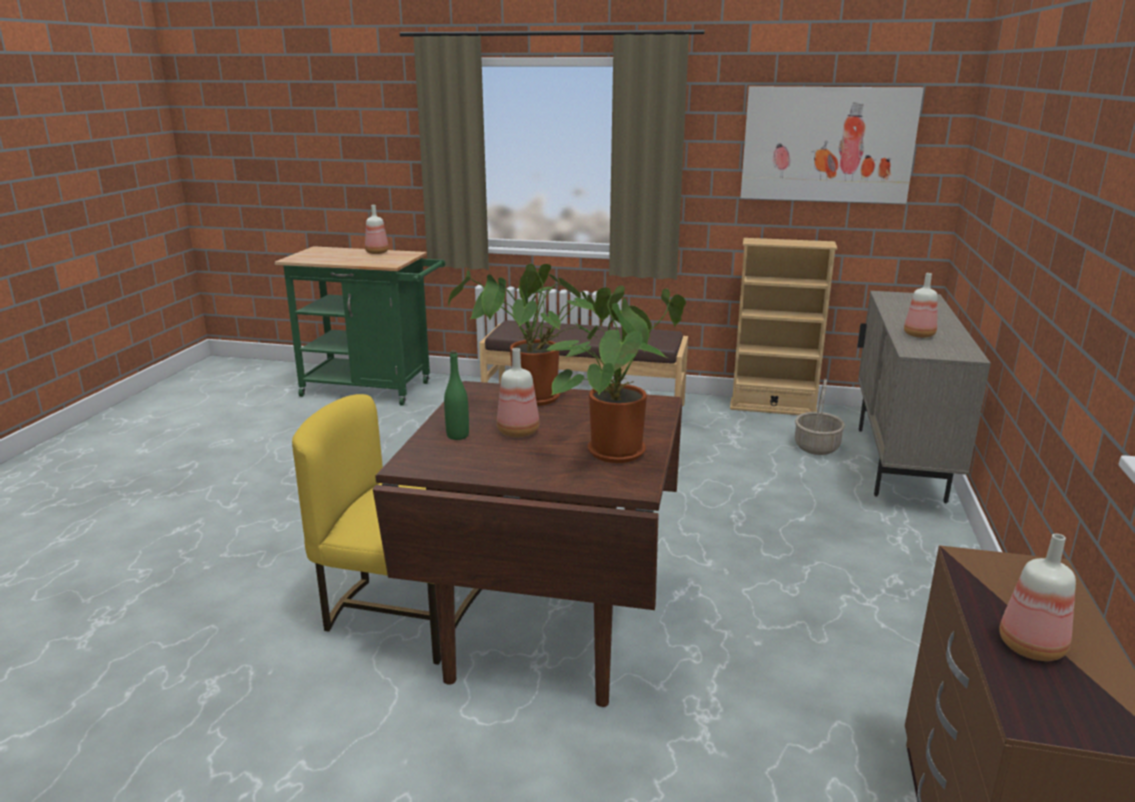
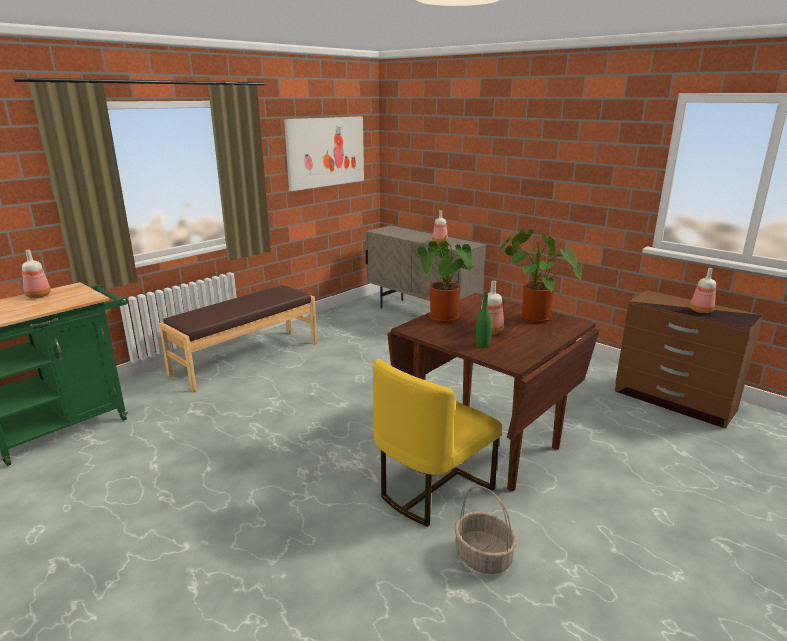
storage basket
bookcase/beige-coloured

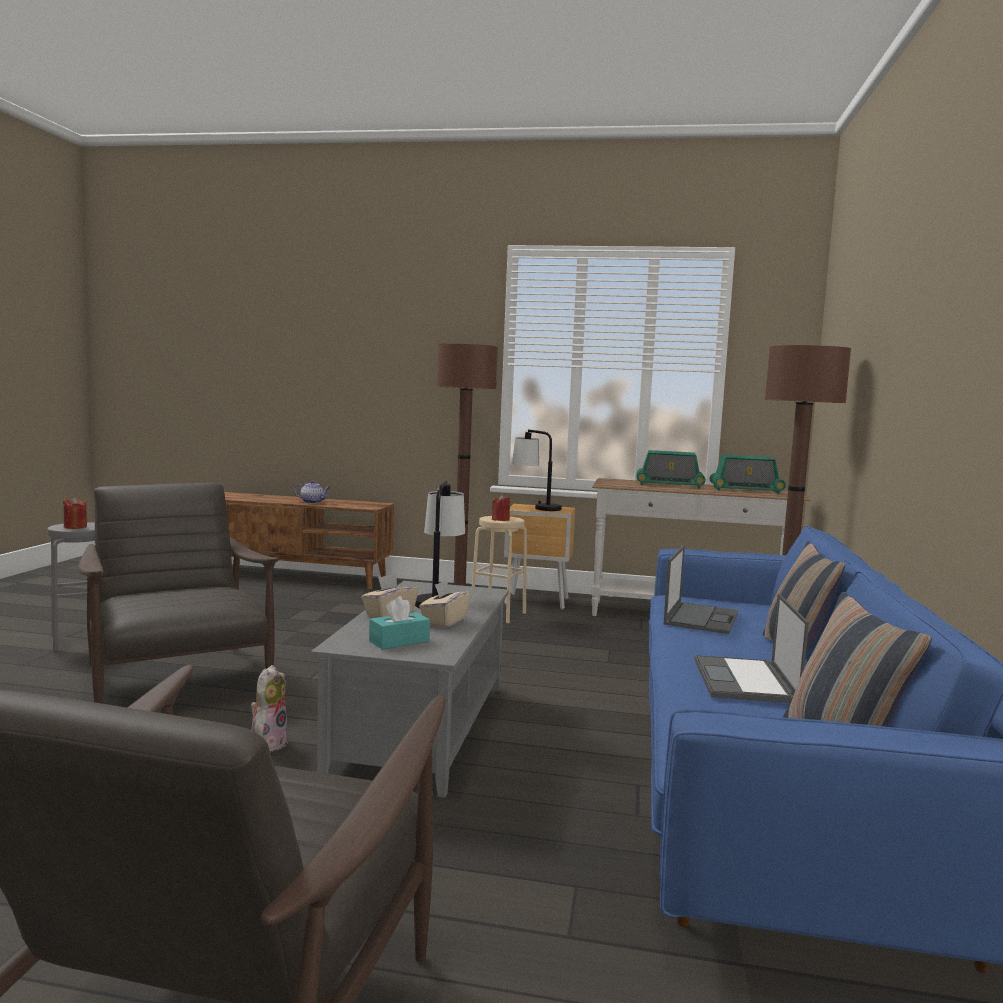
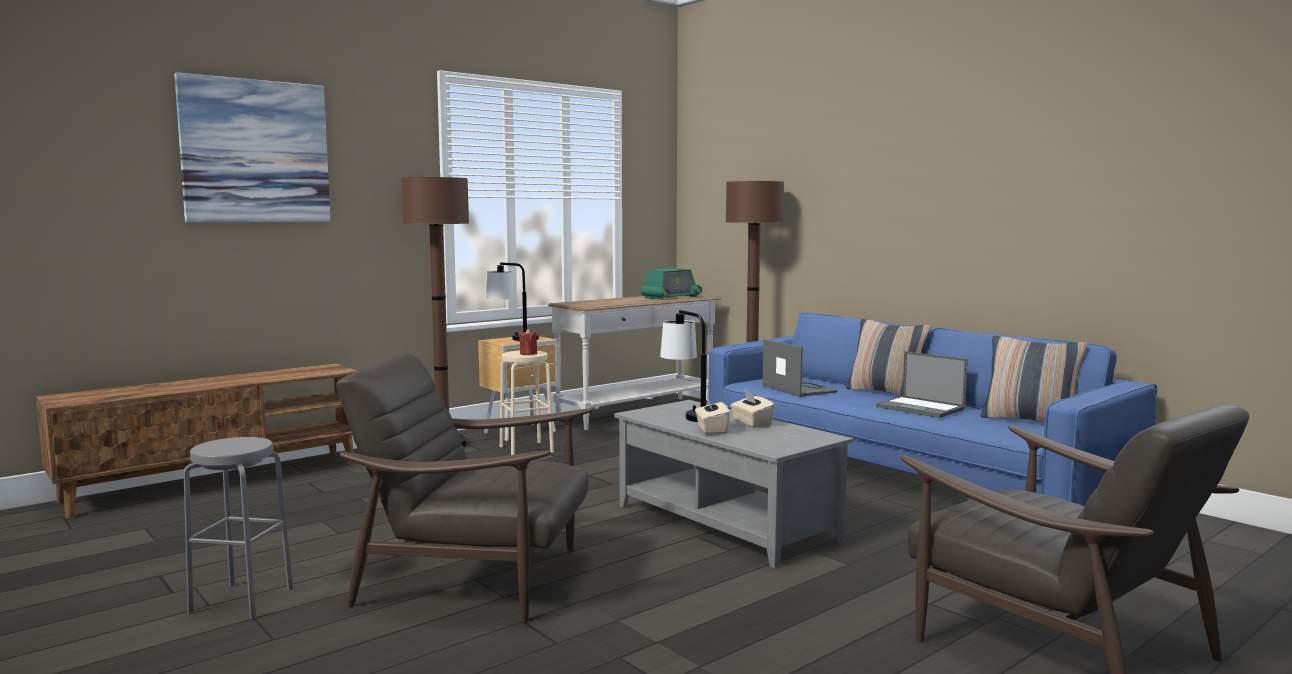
wall picture
wax candle/reddish (no. 1 from left in the first image)
plush toy
teapot
tissue box/turquoise-coloured
radio (no. 1 from left in the first image)

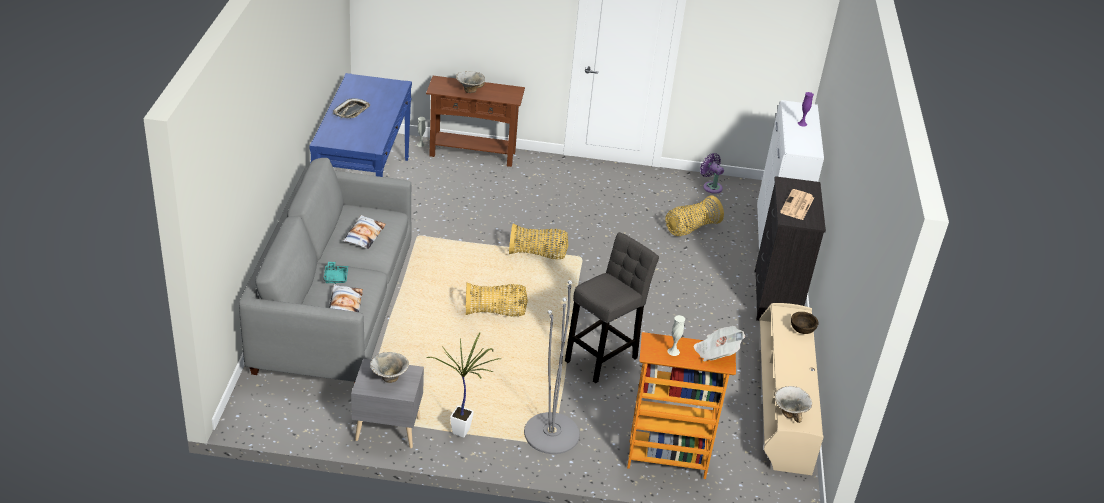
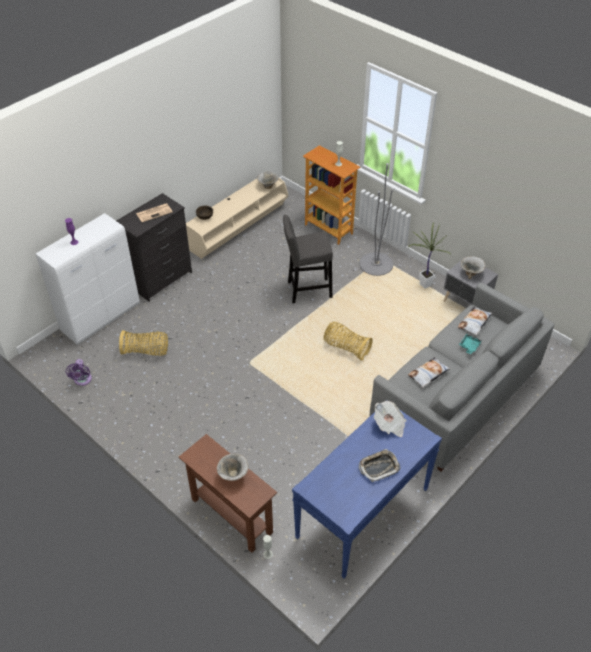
printed paper (no. 2 from left)
storage basket (no. 2 from left in the first image)

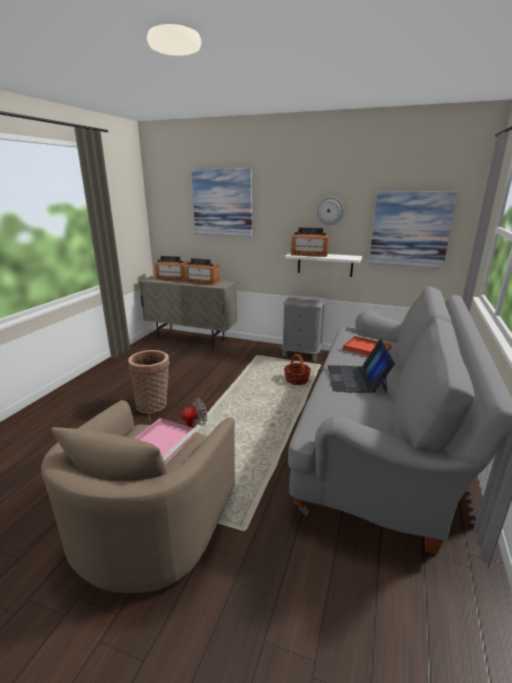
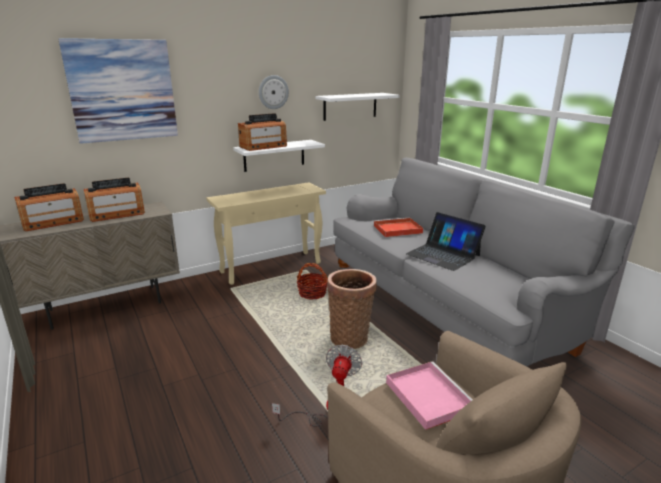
narrow table/beige-coloured
wall shelf/whitish (no. 2 from left)
storage basket (no. 2 from left)

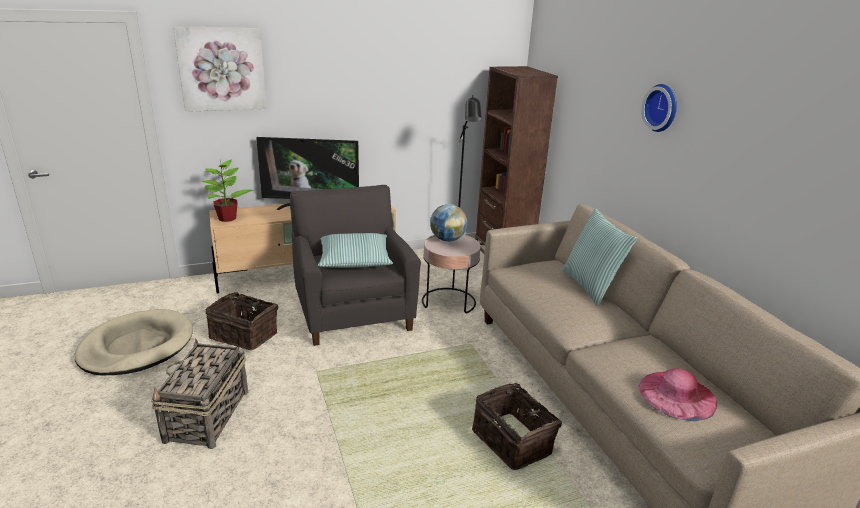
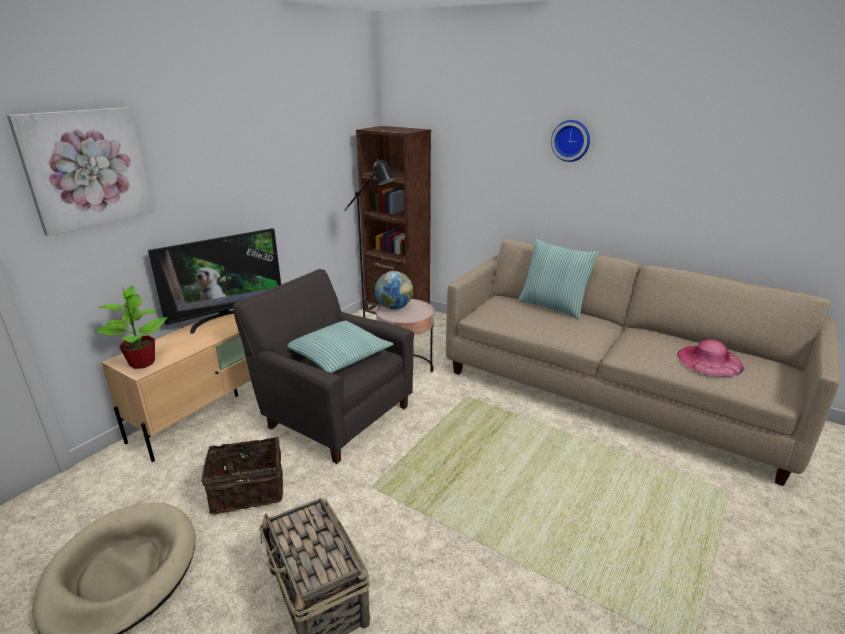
storage basket (no. 3 from left in the first image)

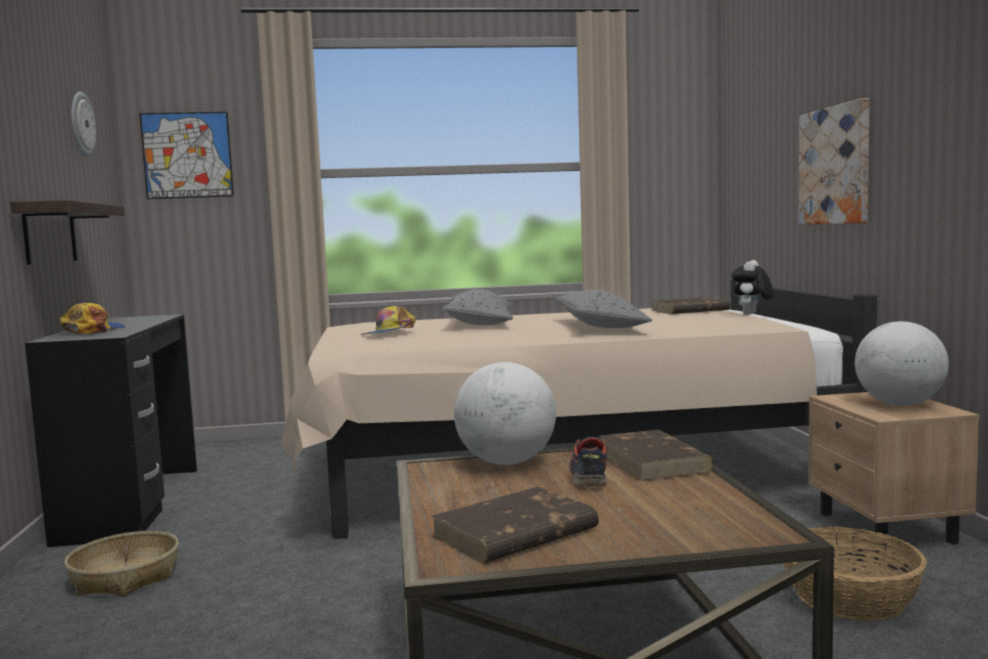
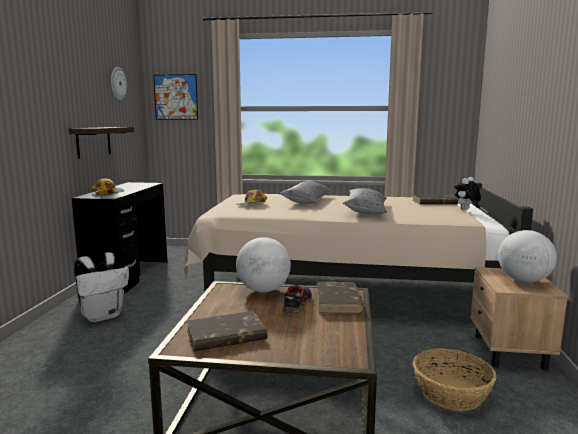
backpack/whitish
wall picture (no. 2 from left in the first image)

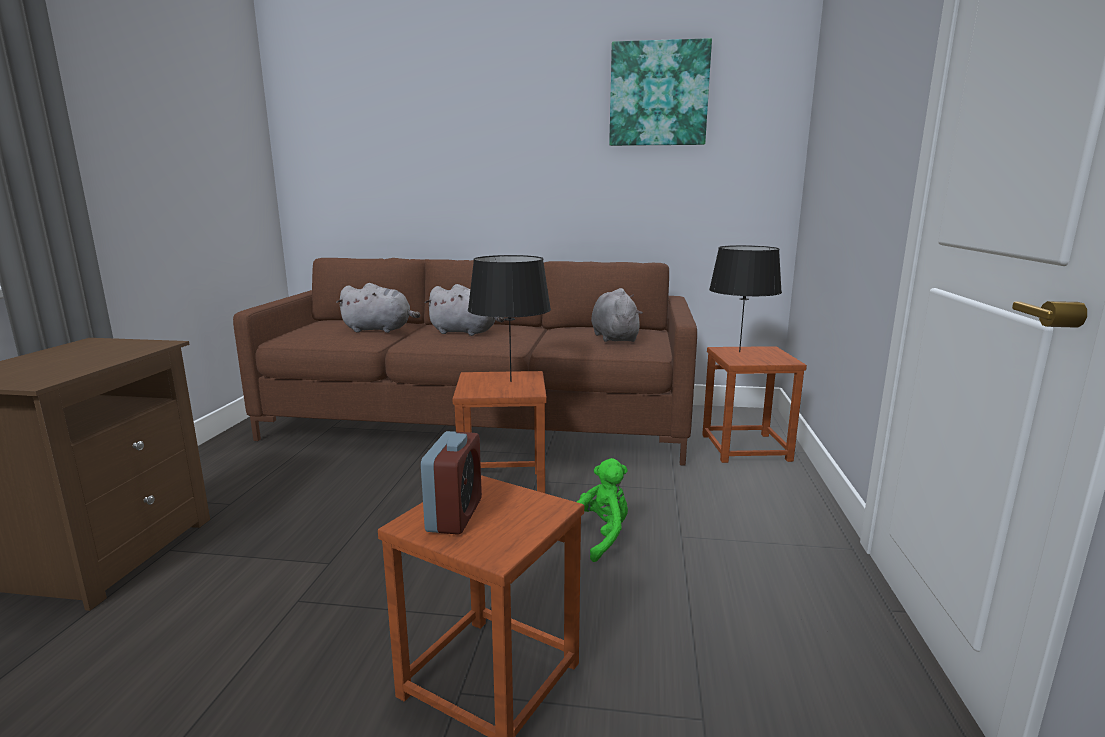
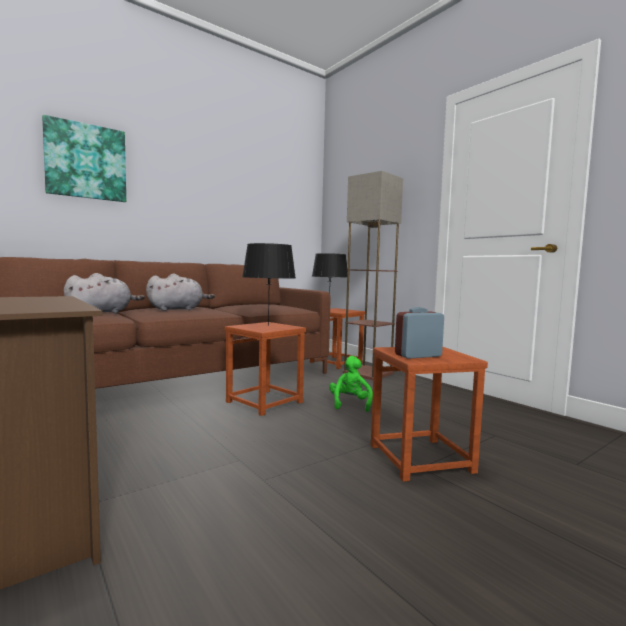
wall picture
floor lamp
table clock
plush toy/greyish (no. 3 from left in the first image)

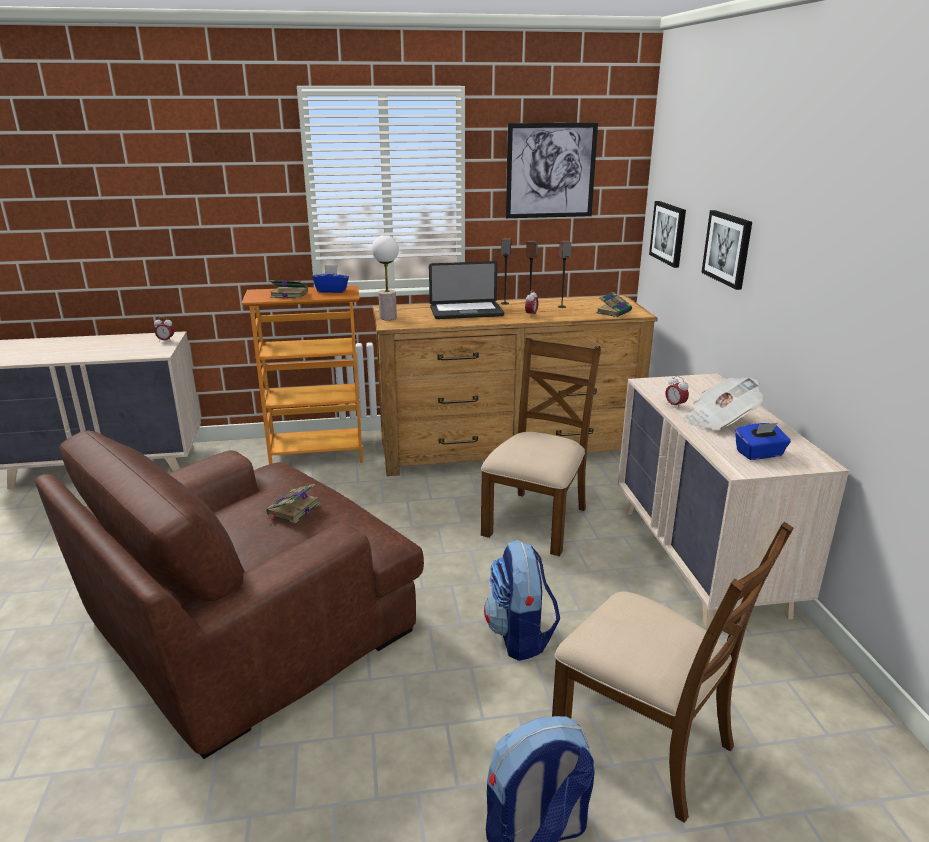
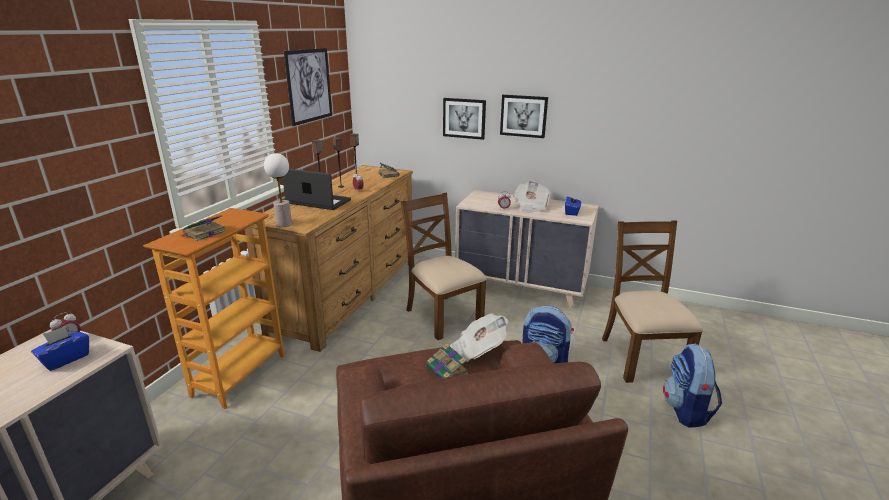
tissue box/blue-coloured (no. 1 from left)
laptop
printed paper (no. 1 from left)
wall picture (no. 3 from left)
chair/brownish (no. 2 from left)

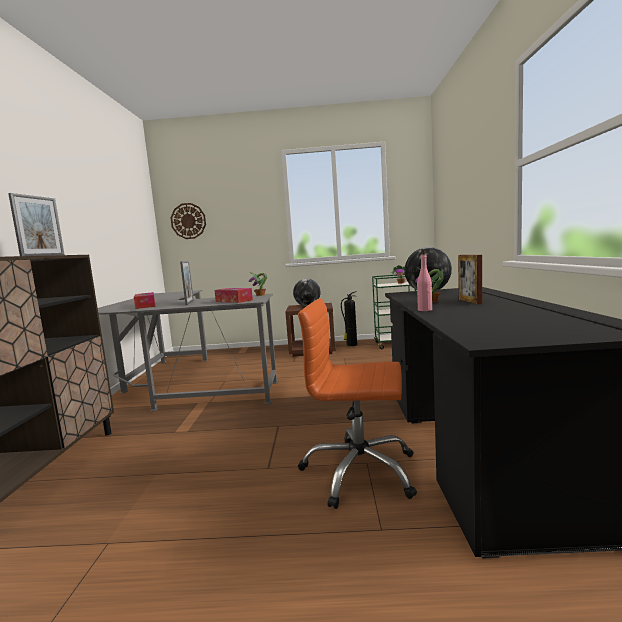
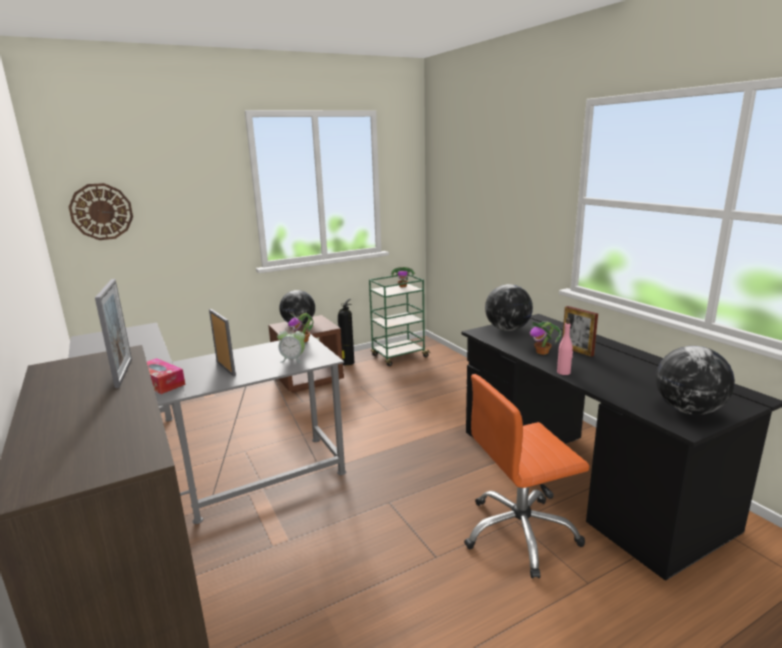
table clock
world globe (no. 3 from left)

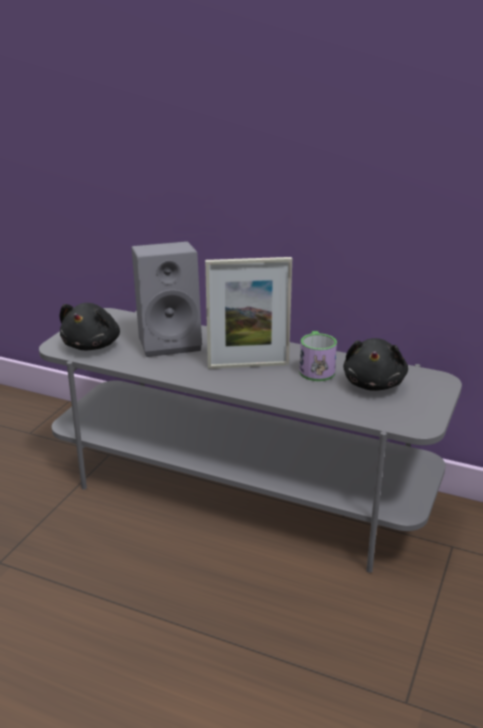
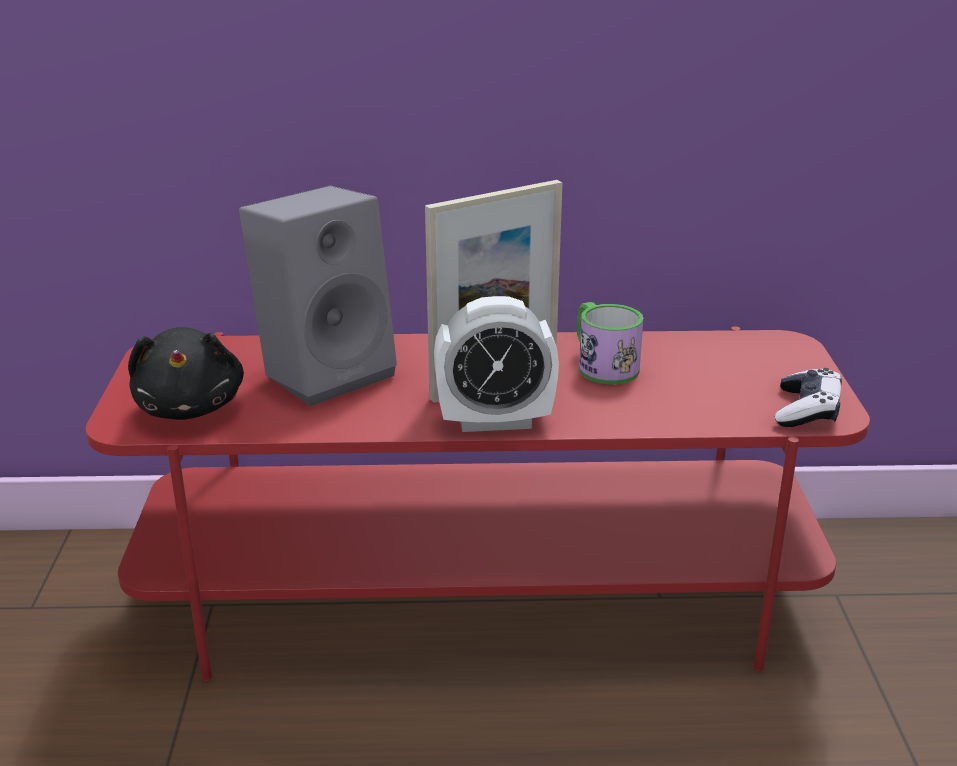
media console/reddish
table clock
game controller
plush toy/black-coloured (no. 2 from left in the first image)

